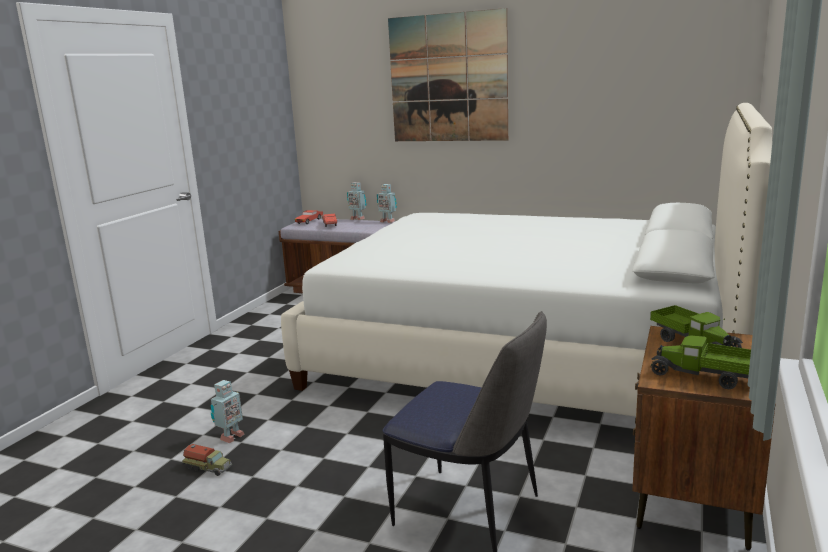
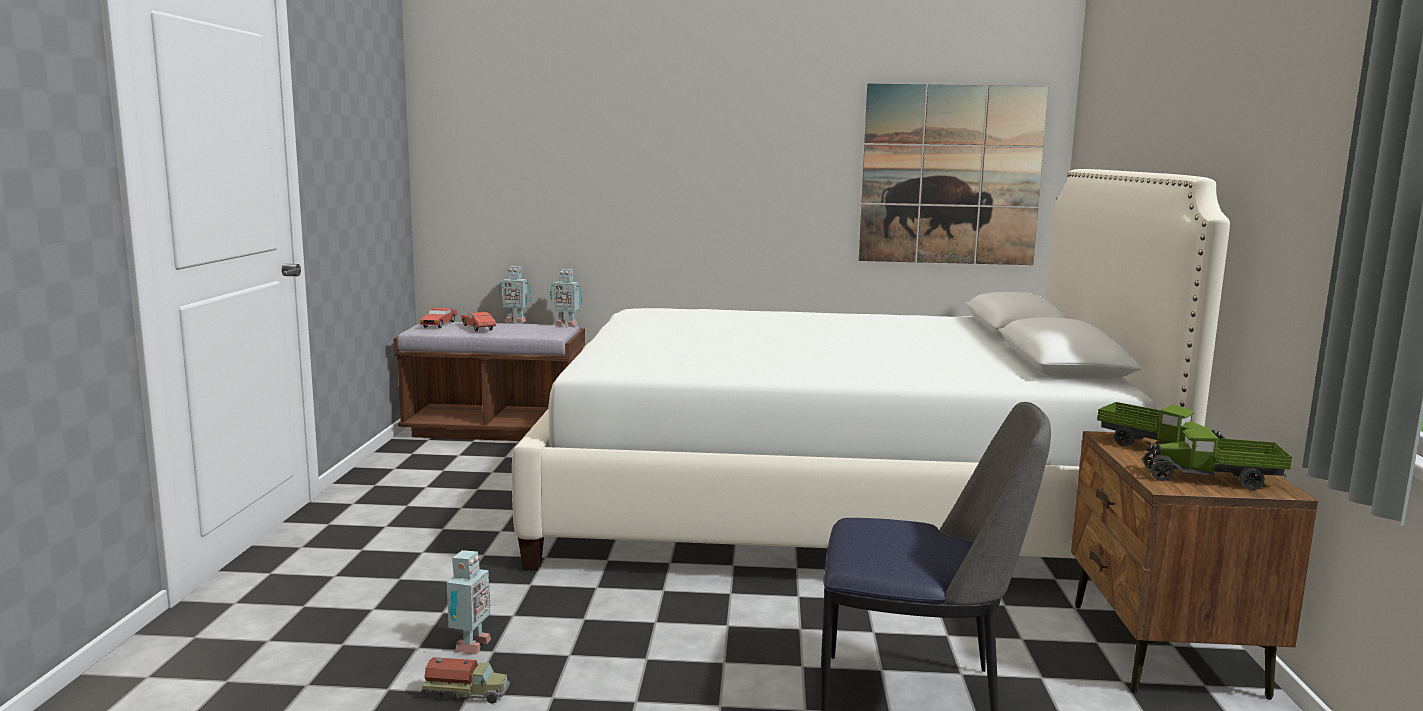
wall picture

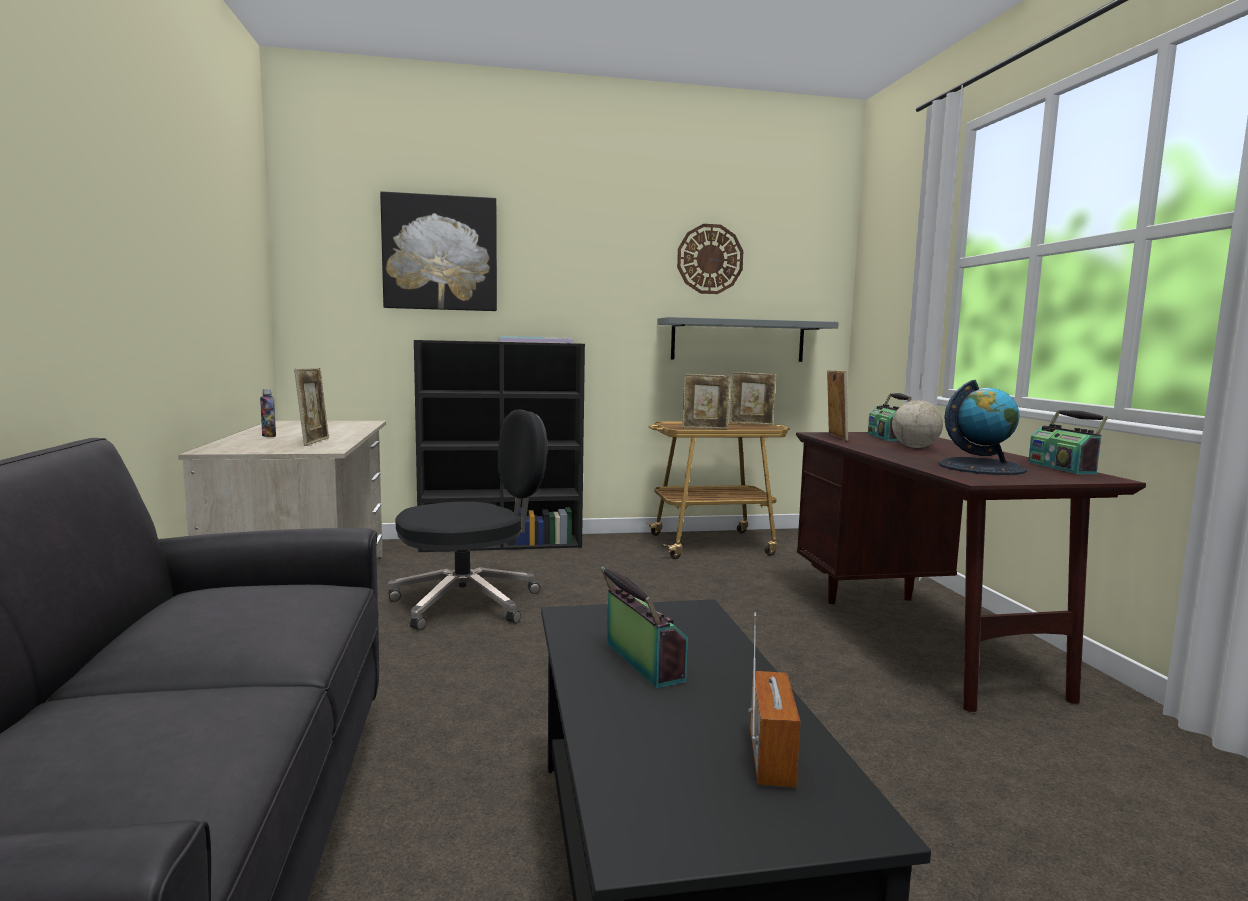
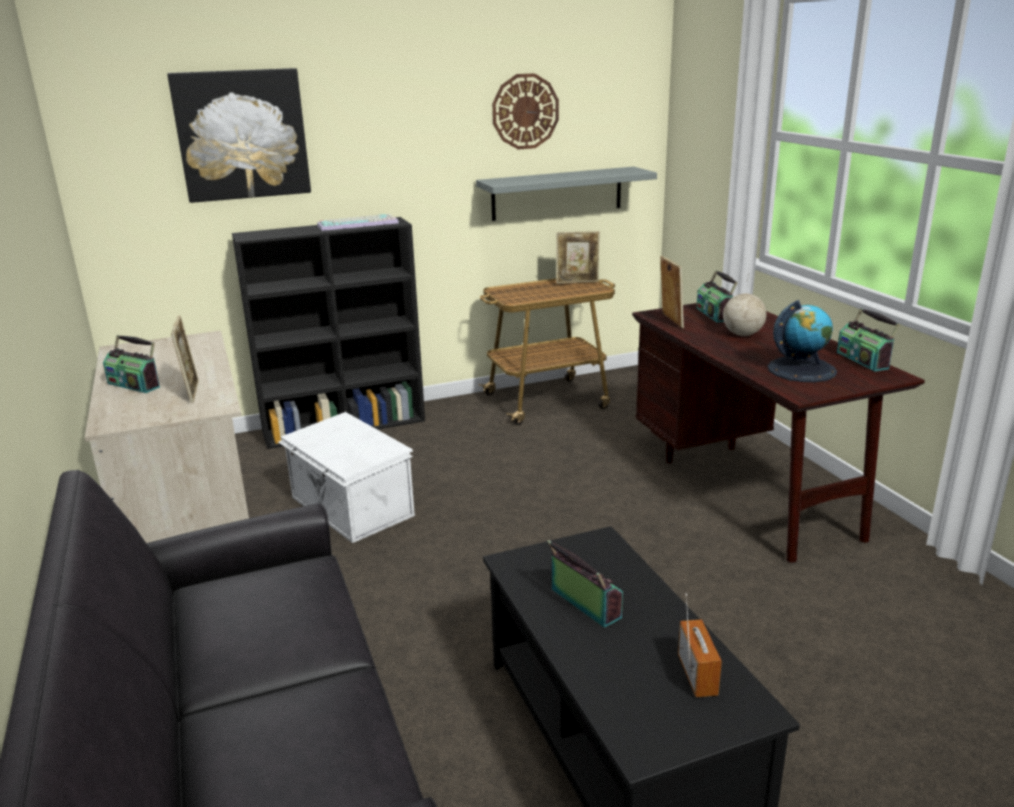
radio (no. 1 from left)
storage box/whitish
standing frame (no. 2 from left in the first image)

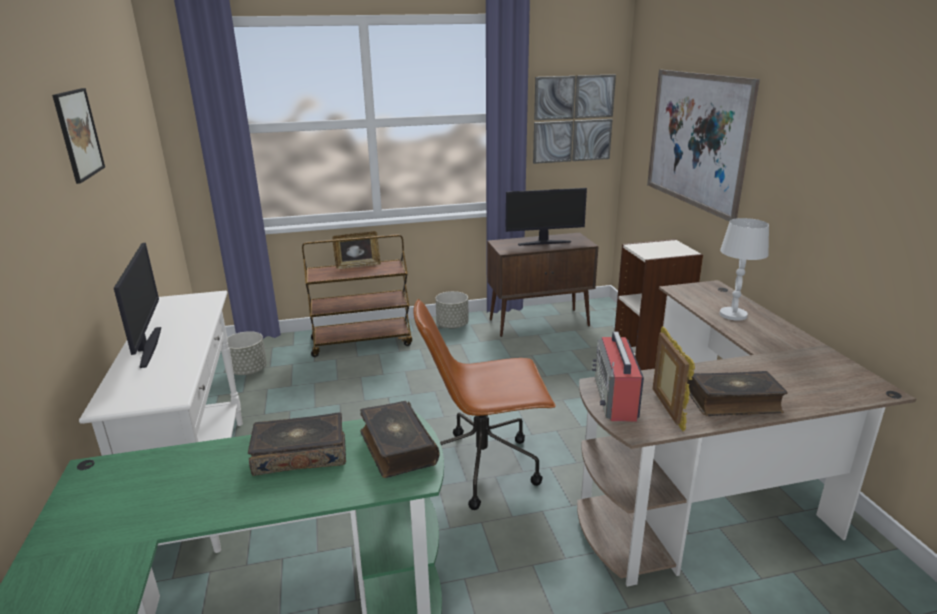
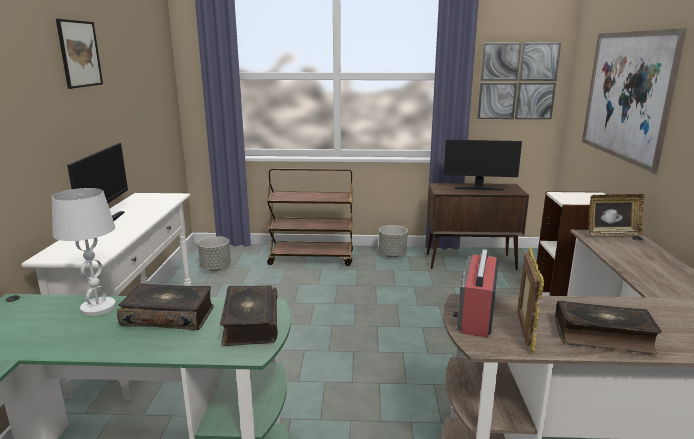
tabletop lamp/whitish
standing frame (no. 2 from left)
computer chair/brownish

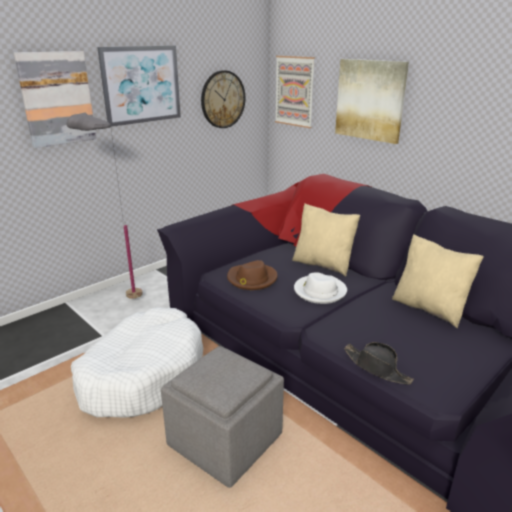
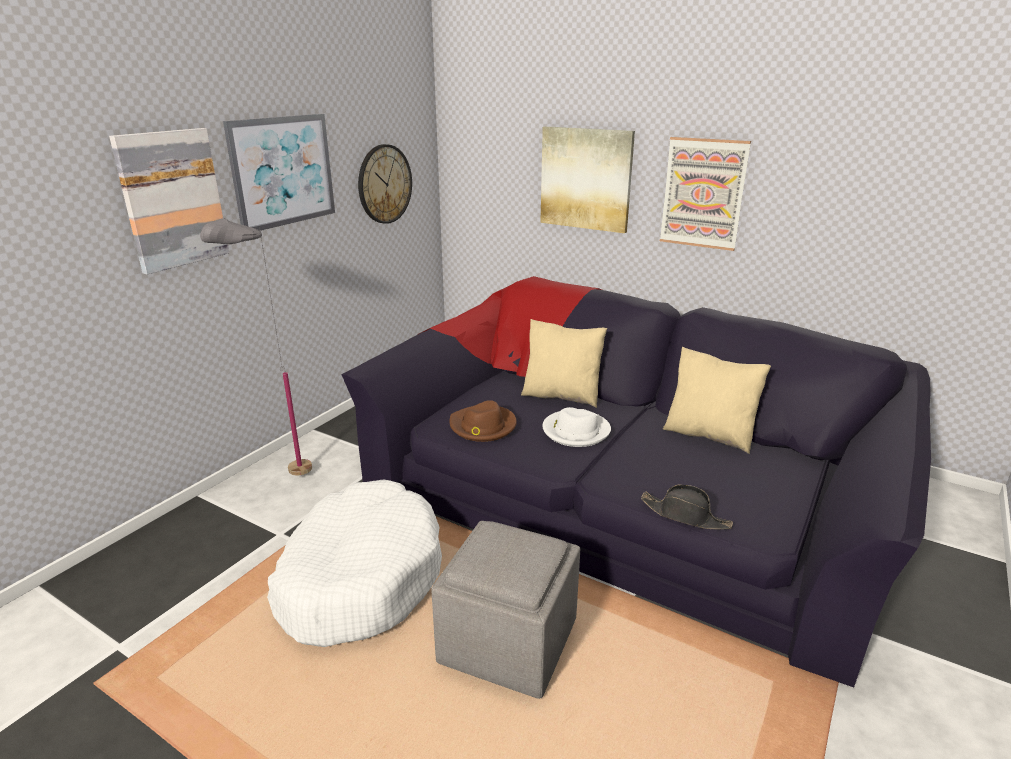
wall picture (no. 4 from left)

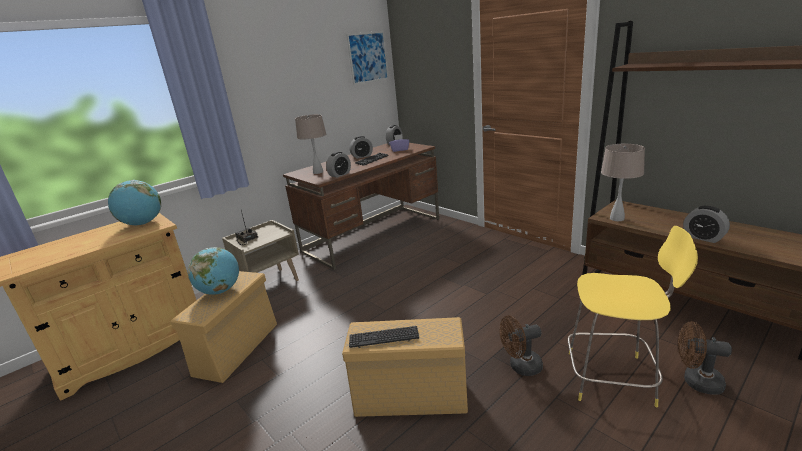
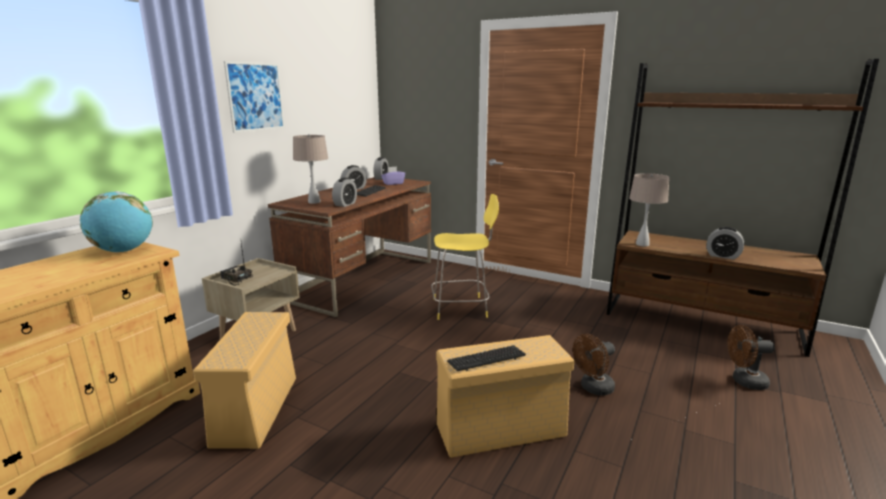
wall picture
stool/yellow-coloured
world globe (no. 2 from left in the first image)

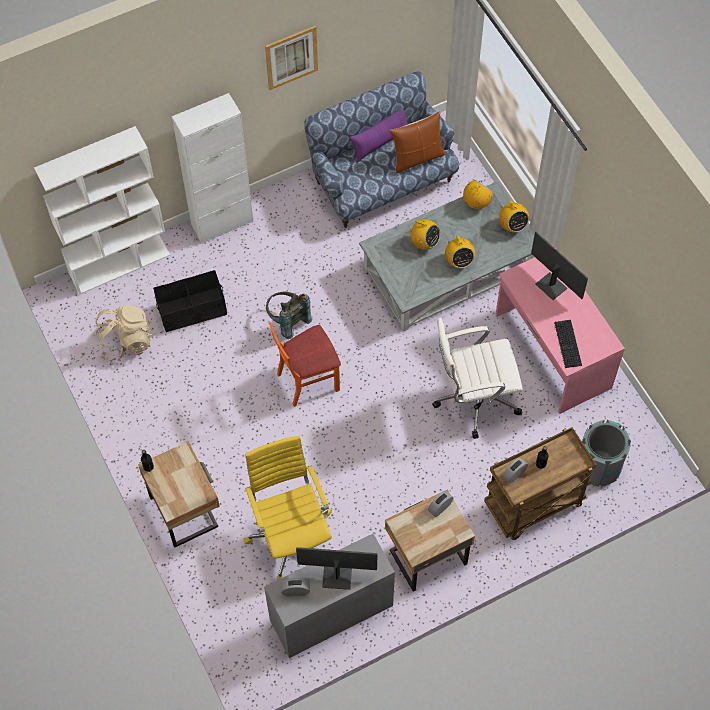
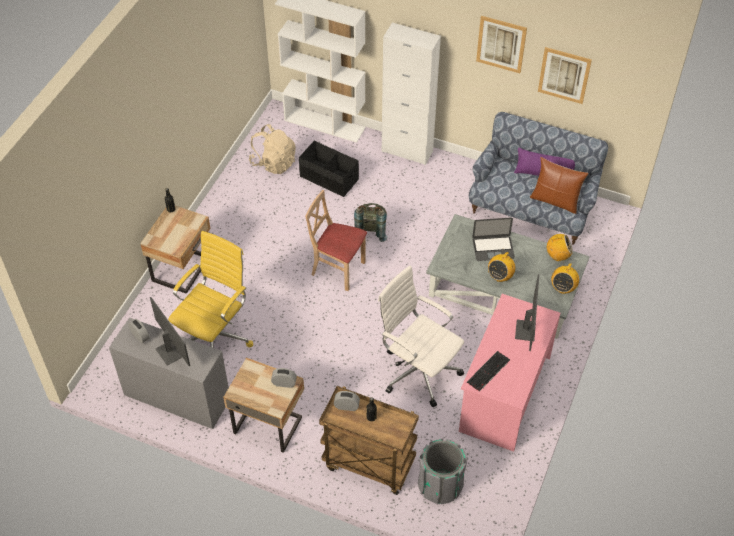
chair/beige-coloured
laptop
wall picture (no. 2 from left)

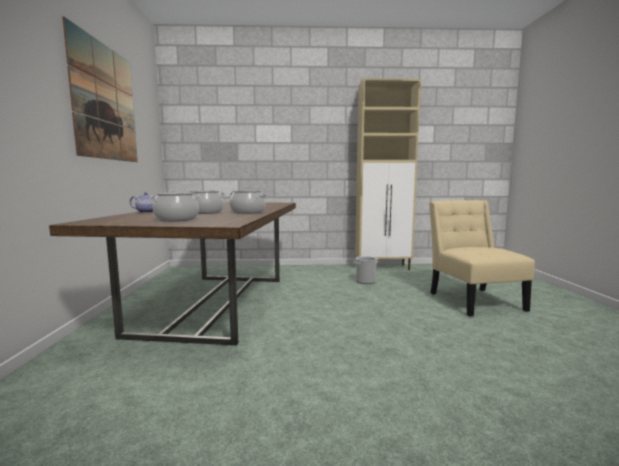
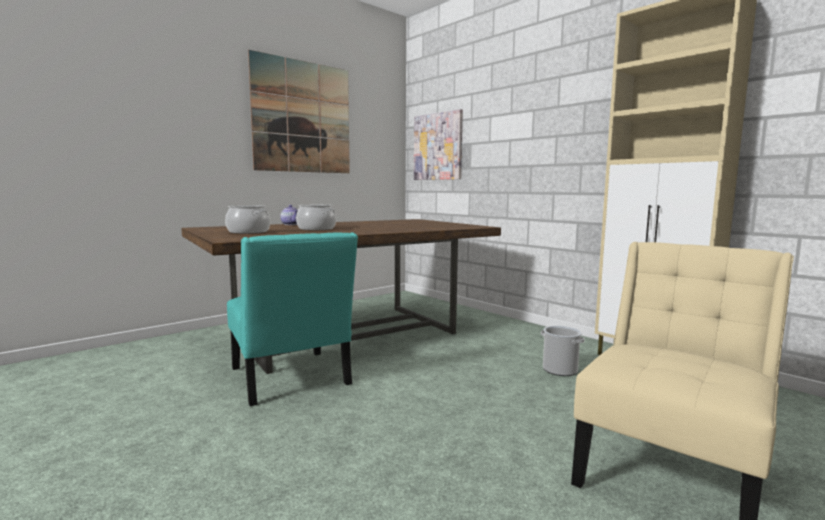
chair/turquoise-coloured
wall picture (no. 2 from left)
saucepot (no. 3 from left in the first image)

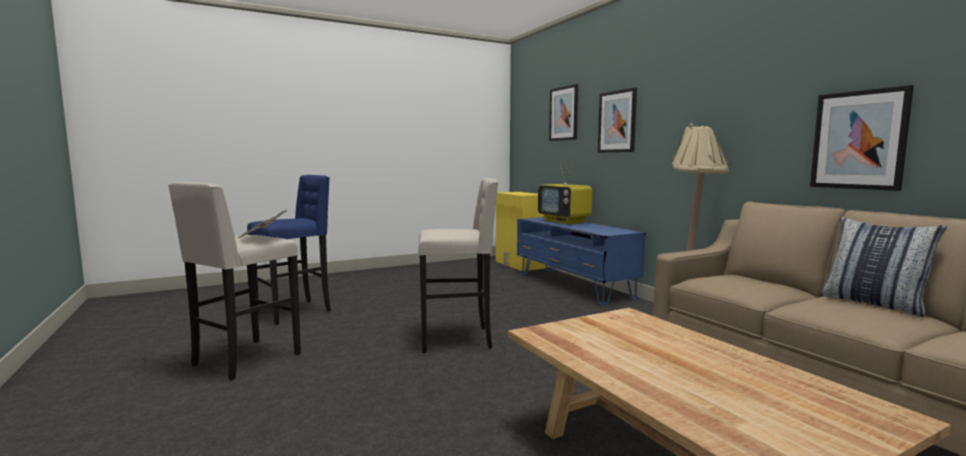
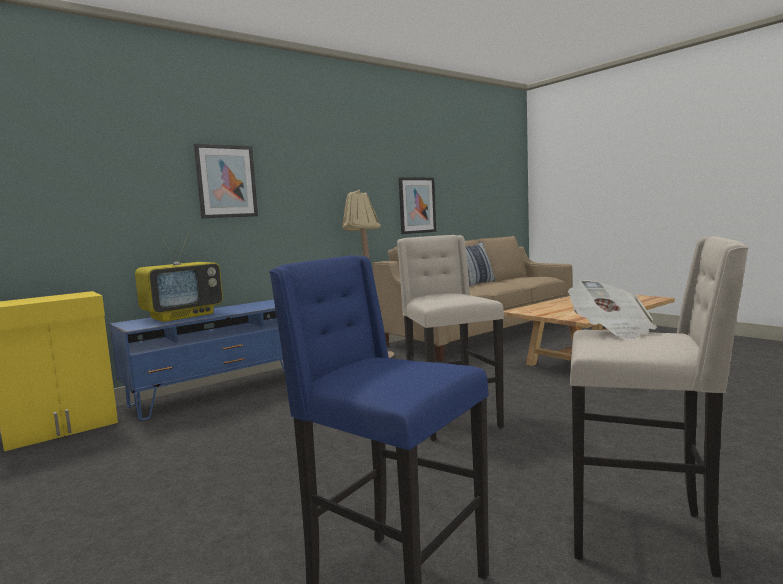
wall picture (no. 1 from left in the first image)

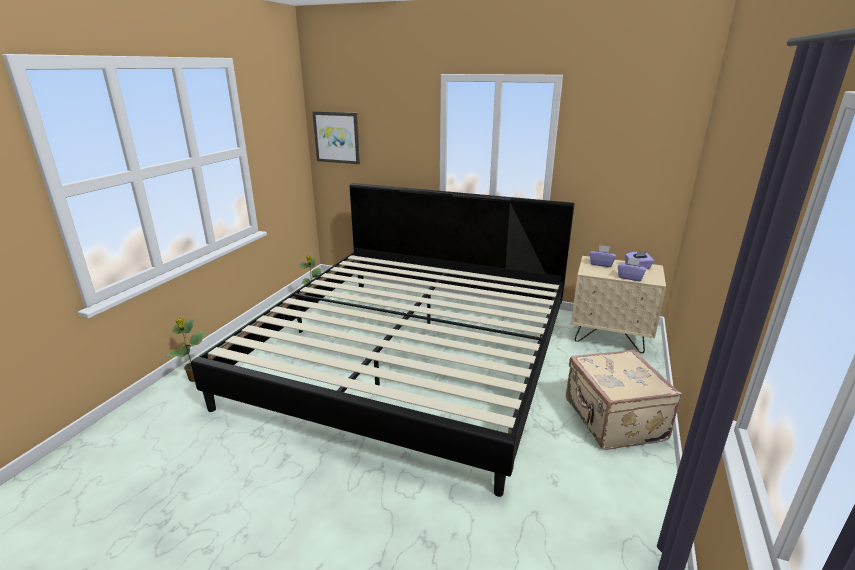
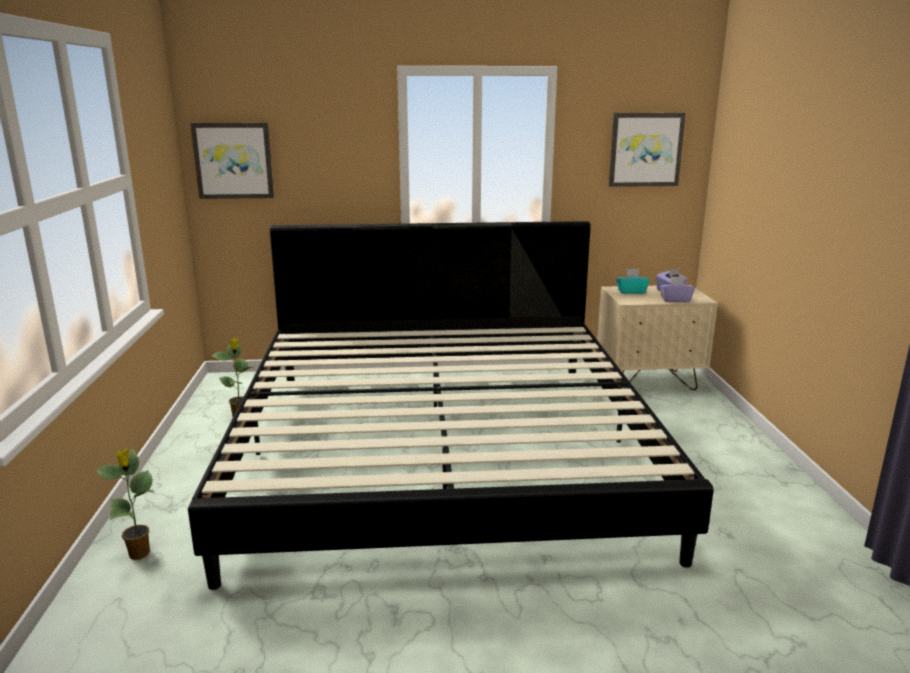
wall picture (no. 2 from left)
tissue box/turquoise-coloured
piece of luggage/beige-coloured

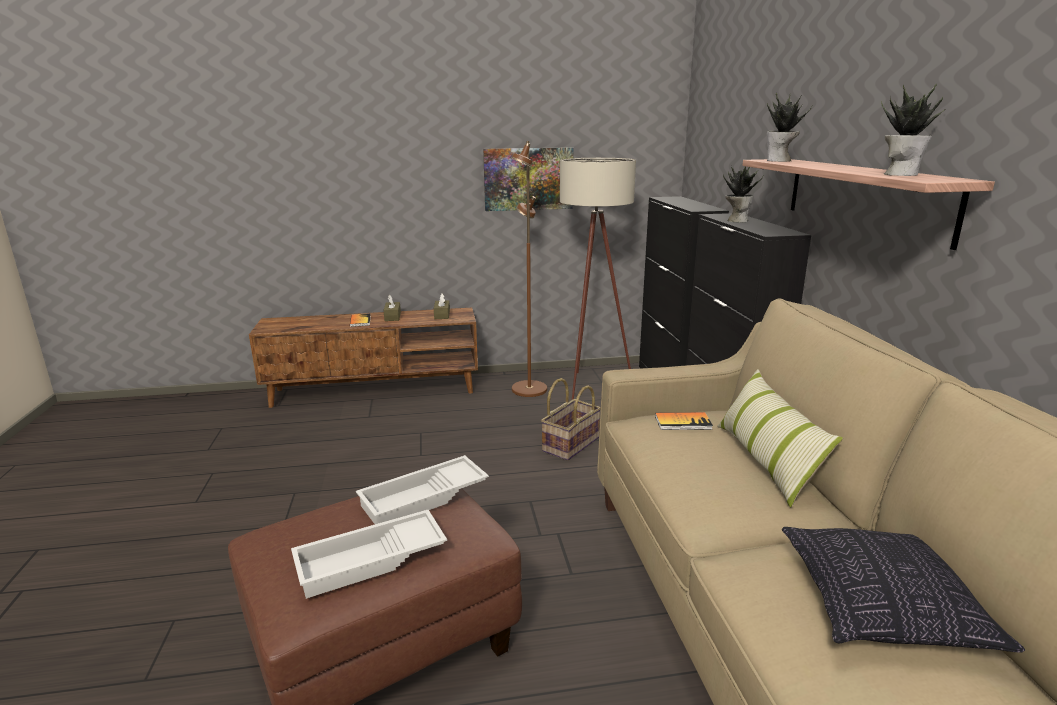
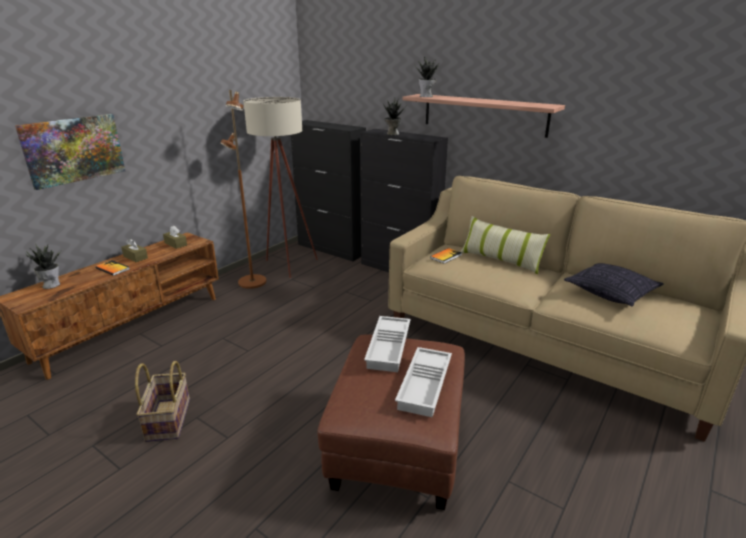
wall picture
houseplant (no. 1 from left)
storage basket

